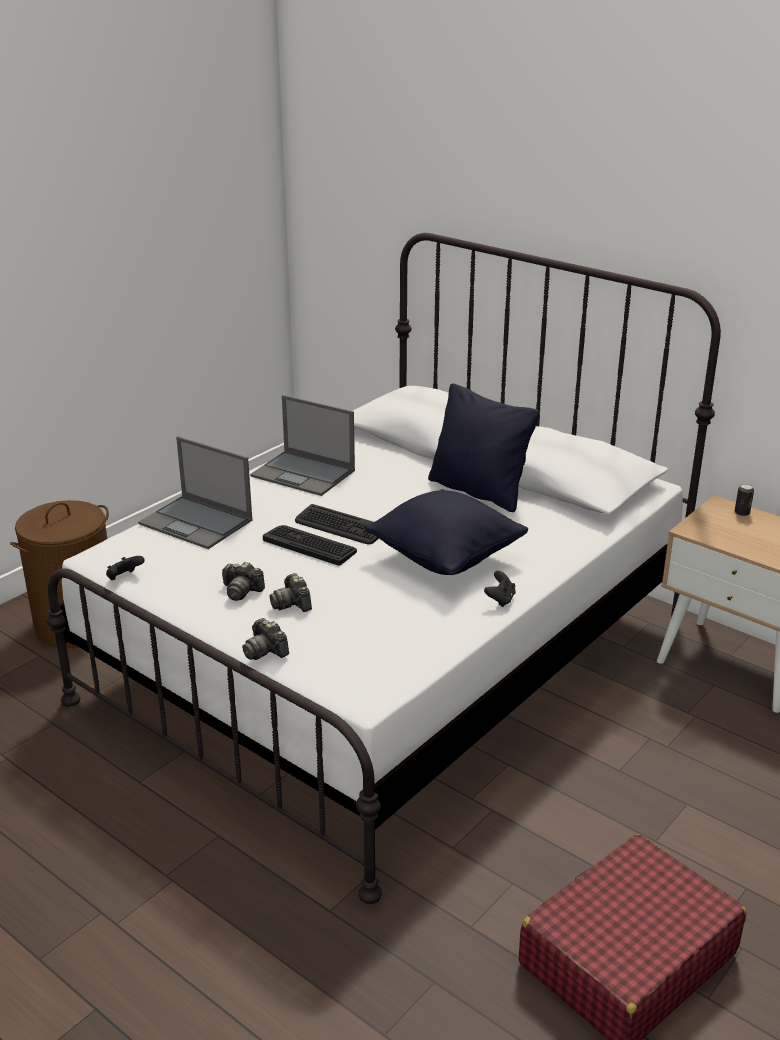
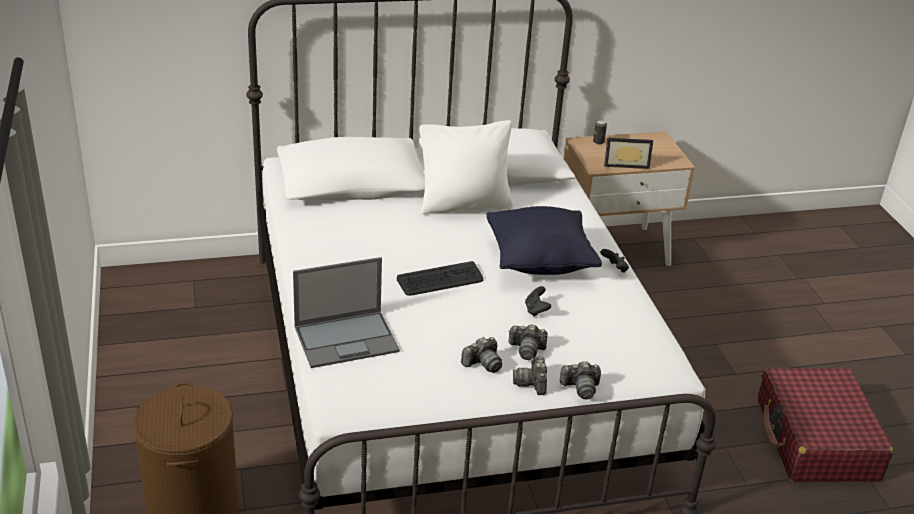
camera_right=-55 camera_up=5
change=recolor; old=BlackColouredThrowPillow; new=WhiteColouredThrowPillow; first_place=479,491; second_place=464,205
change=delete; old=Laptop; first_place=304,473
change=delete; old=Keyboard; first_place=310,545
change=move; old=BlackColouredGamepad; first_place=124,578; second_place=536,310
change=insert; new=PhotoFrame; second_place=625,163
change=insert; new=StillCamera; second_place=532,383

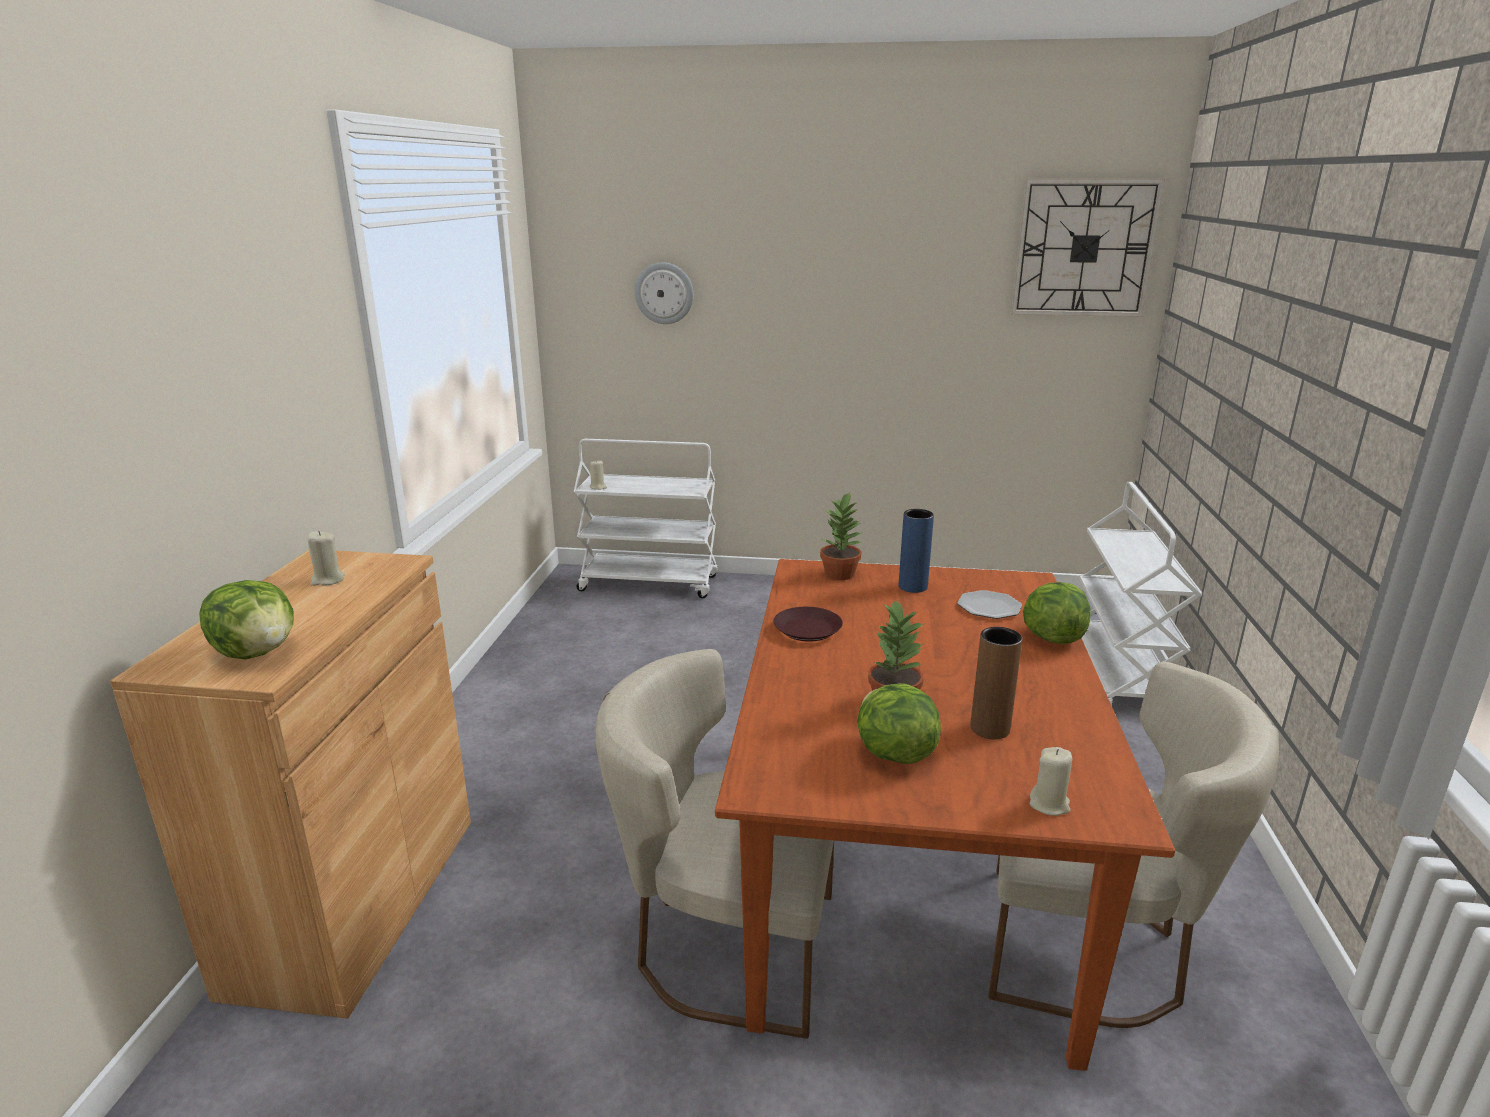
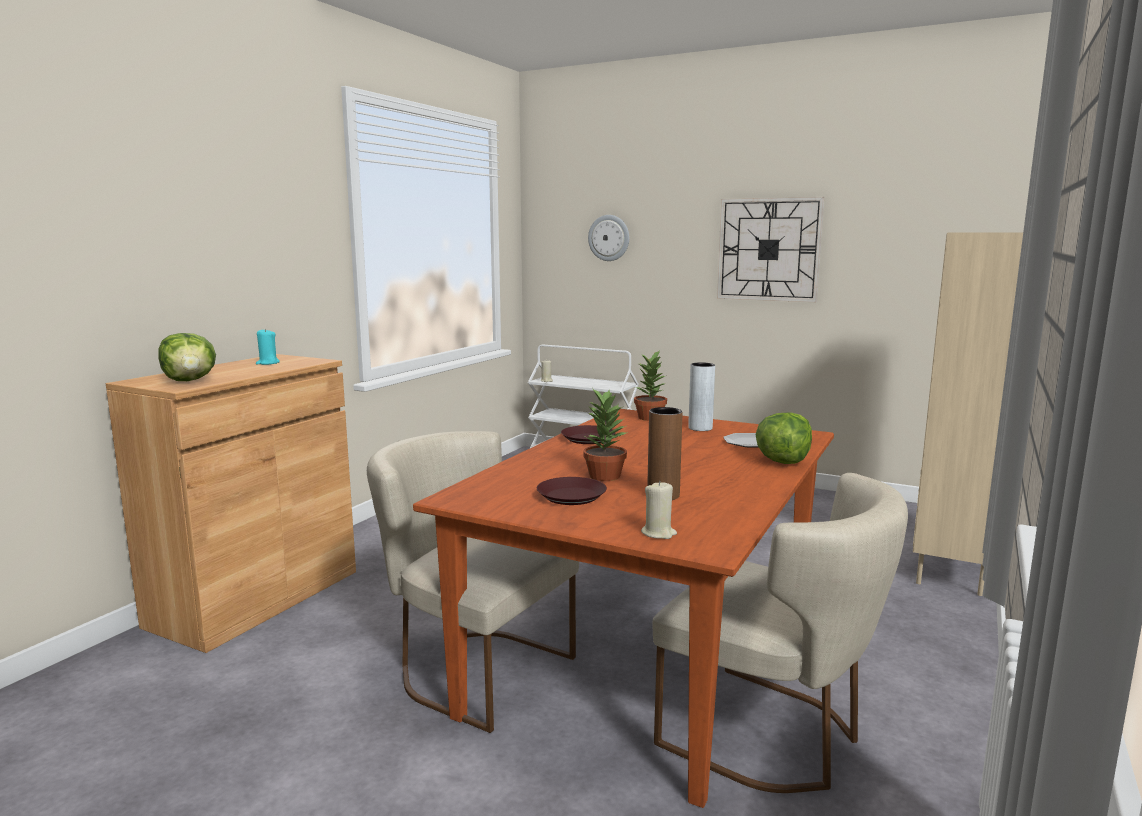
camera_right=20 camera_up=-10
change=move; old=HangingClock; first_place=1084,248; second_place=769,249
change=replace; old=WhiteColouredCart; new=BeigeColouredBookcase; first_place=1120,675; second_place=952,567
change=recolor; old=BlueVase; new=GreyishVase; first_place=913,587; second_place=700,428
change=recolor; old=BeigeColouredWaxLight; new=BlueGreenWaxLight; first_place=327,580; second_place=267,363
change=replace; old=HeadOfLettuce; new=BrownColouredPlate; first_place=893,753; second_place=571,497

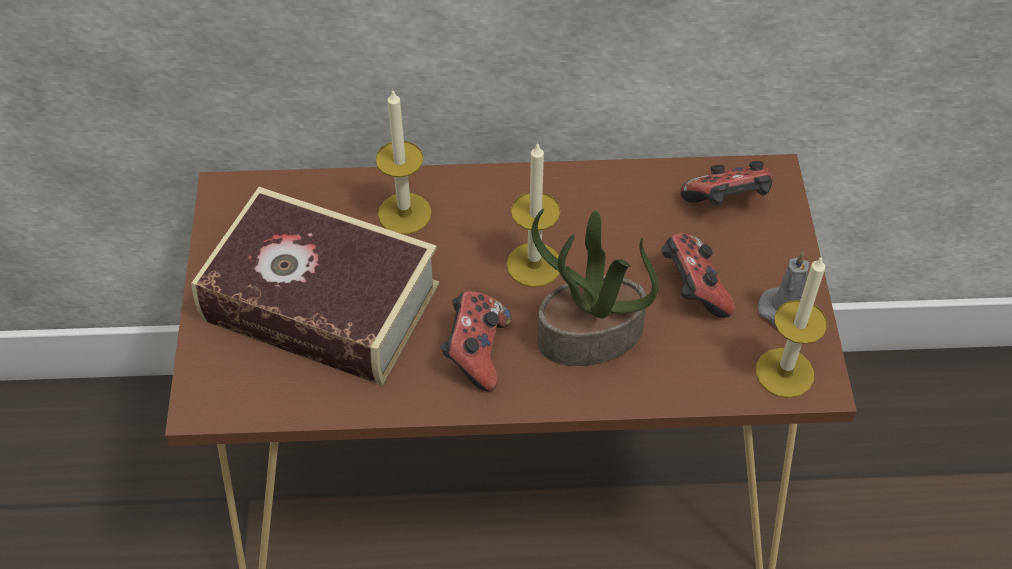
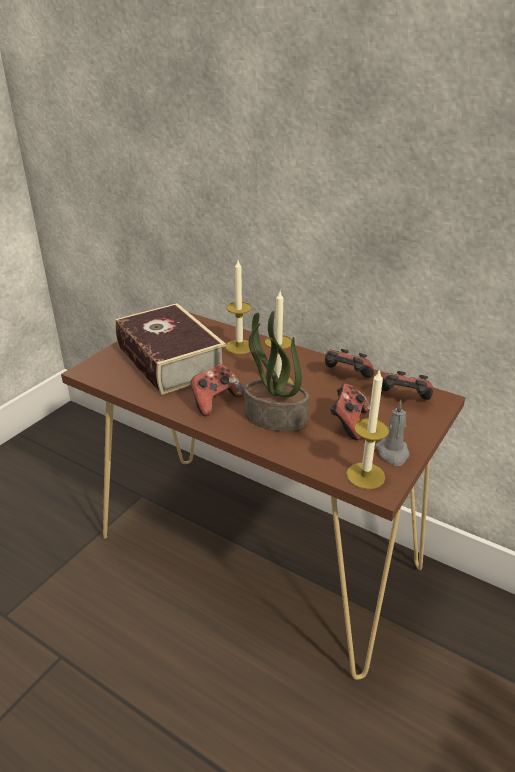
camera_right=35 camera_up=-20
change=insert; new=Gamepad; second_place=346,377

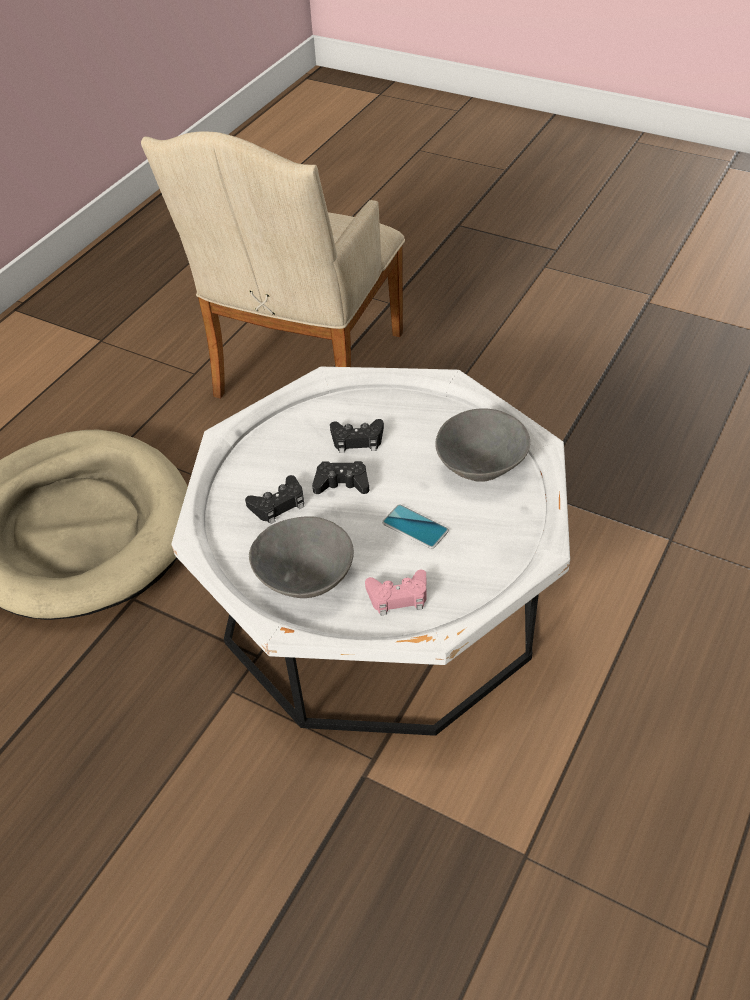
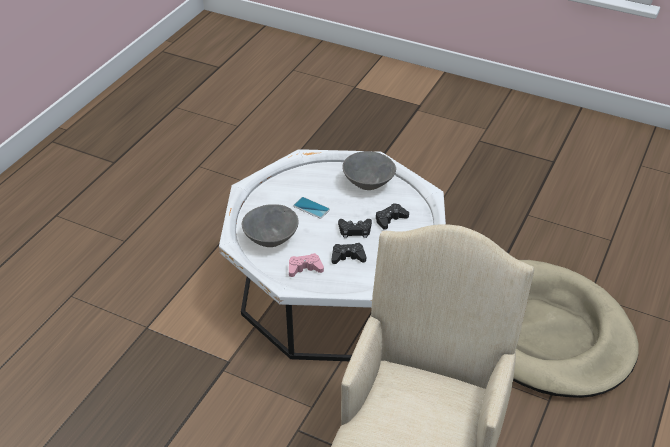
camera_right=175 camera_up=-5
change=move; old=PinkColouredGamepad; first_place=398,596; second_place=304,268

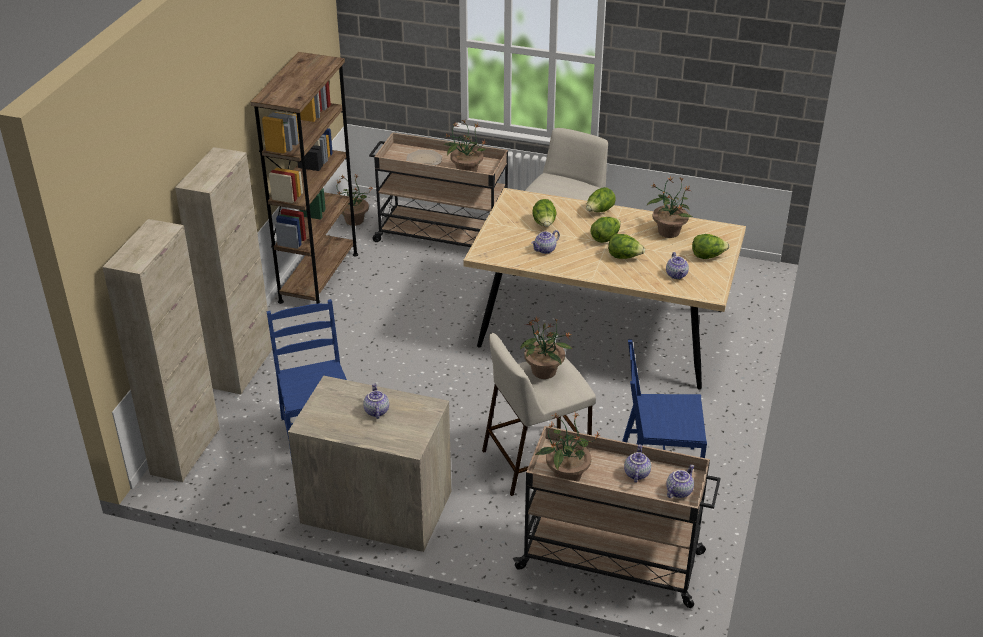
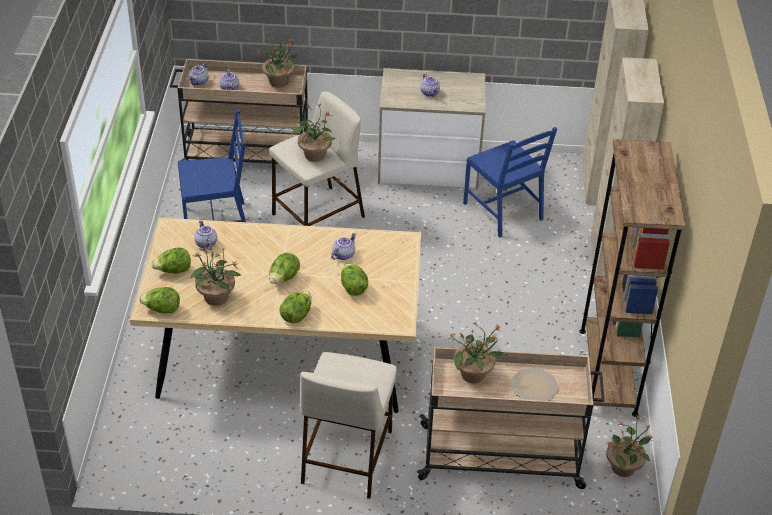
camera_right=165 camera_up=5
change=move; old=HeadOfLettuce; first_place=624,257; second_place=162,310

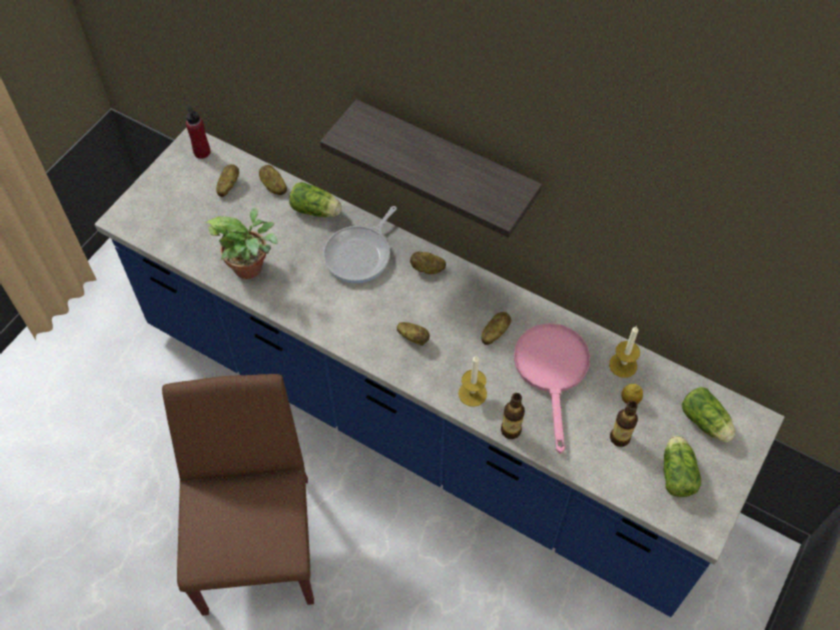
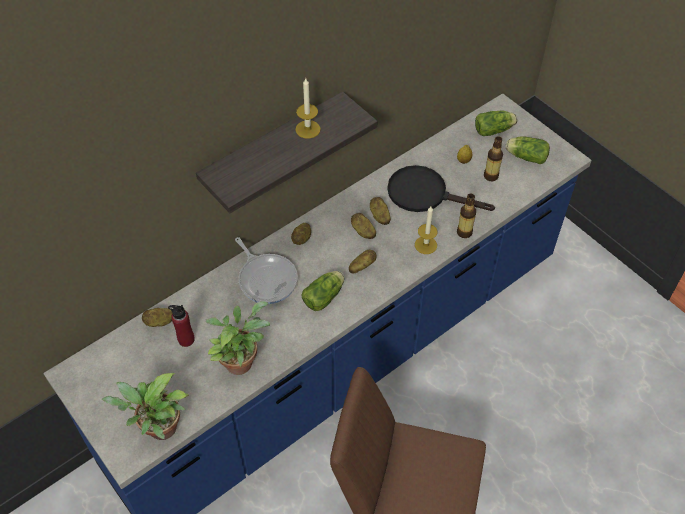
camera_right=-70 camera_up=-5
change=move; old=ReddishBeverageBottle; first_place=202,152; second_place=186,339
change=move; old=Spud; first_place=228,186; second_place=363,231
change=move; old=HeadOfLettuce; first_place=317,210; second_place=325,296
change=recolor; old=PinkColouredPan; new=BlackColouredPan; first_place=552,371; second_place=425,194
change=move; old=WaxLight; first_place=623,365; second_place=308,129
change=insert; new=Houseplant; second_place=159,429

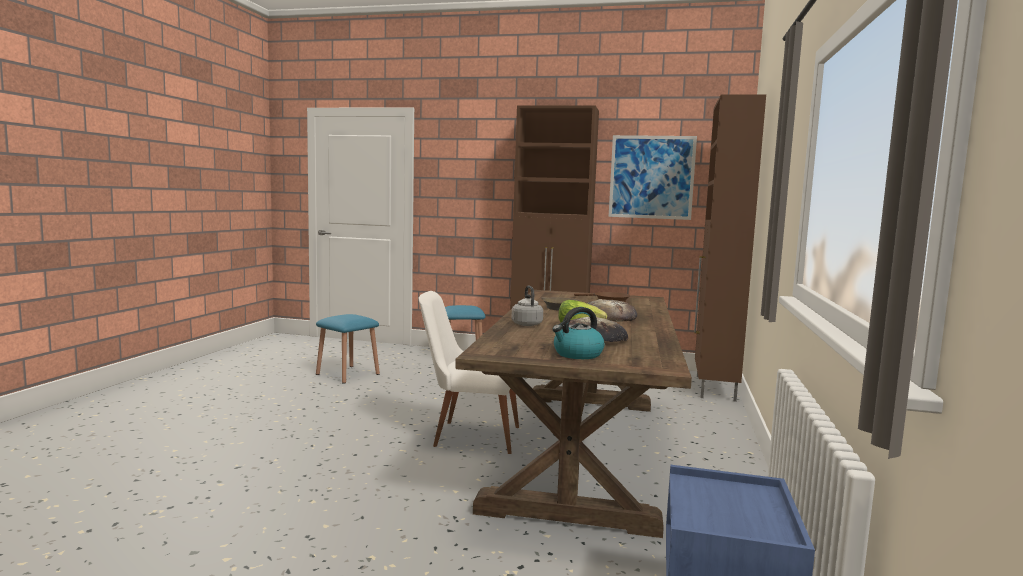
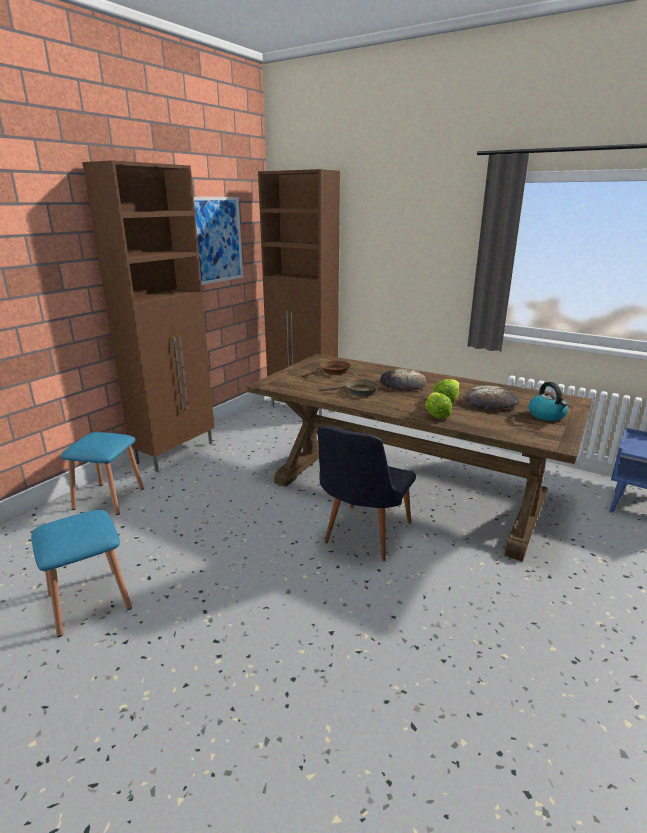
camera_right=-70 camera_up=15
change=replace; old=GreyishKettle; new=HeadOfLettuce; first_place=526,324; second_place=436,414
change=recolor; old=WhiteColouredChair; new=BlackColouredChair; first_place=467,435; second_place=362,536

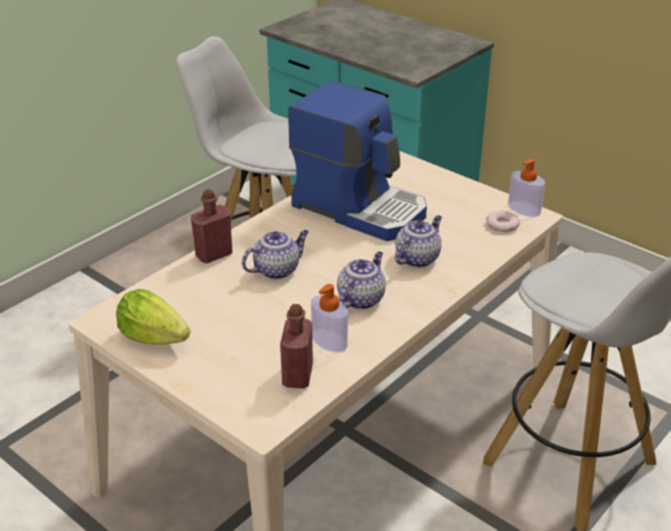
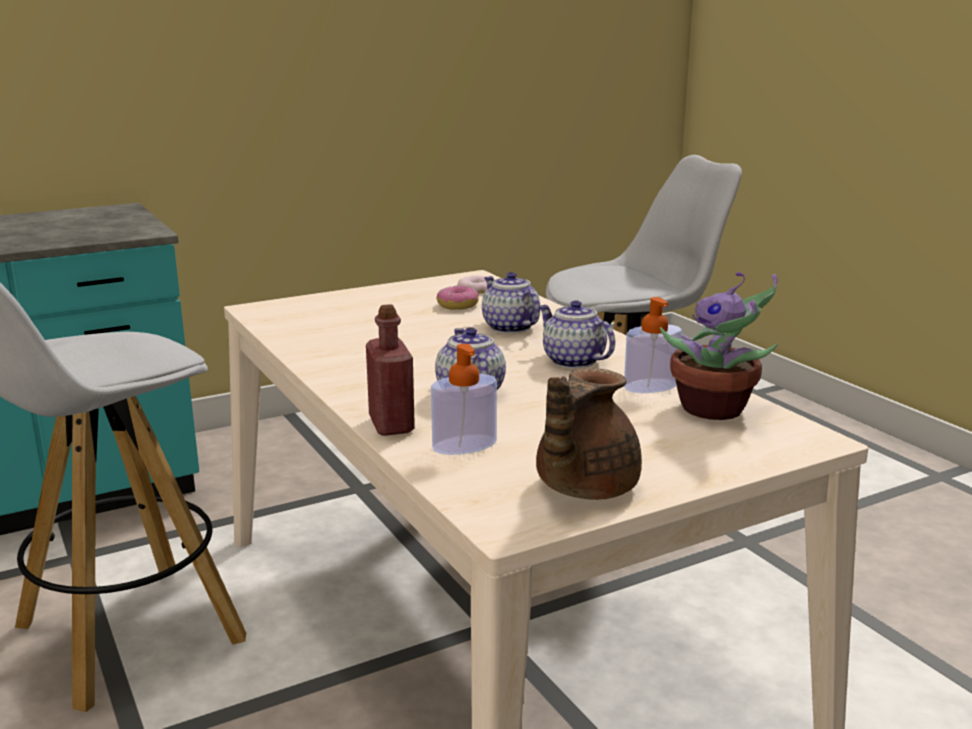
camera_right=-70 camera_up=-15
change=delete; old=CoffeeMaker; first_place=360,207
change=move; old=SoapDispenser; first_place=524,209; second_place=464,445
change=replace; old=HeadOfLettuce; new=BrownColouredPotForTea; first_place=153,337; second_place=583,488
change=replace; old=ReddishBeverageBottle; new=Houseplant; first_place=297,376; second_place=716,410
change=insert; new=RingDoughnut; second_place=457,305

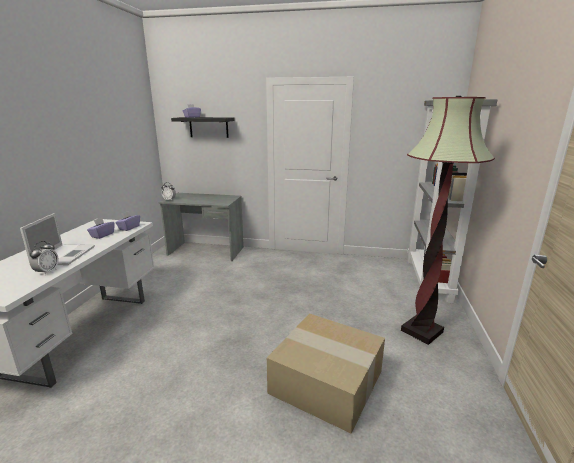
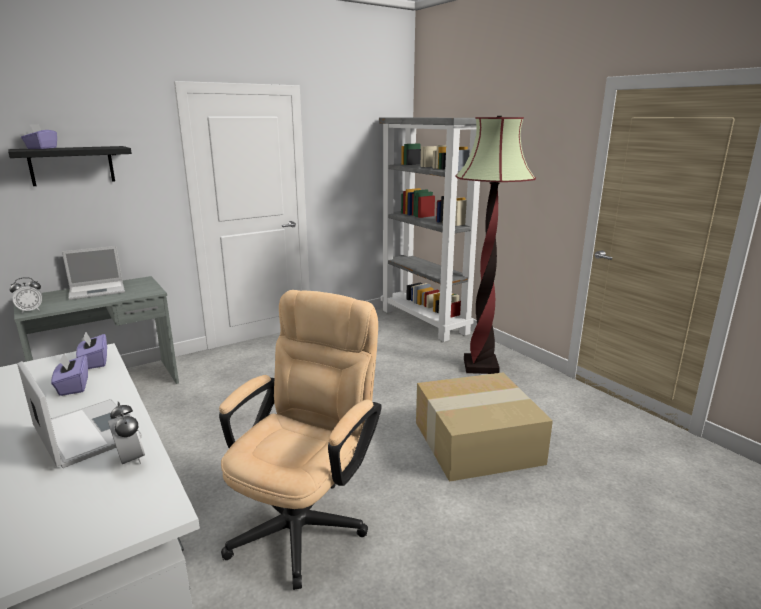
camera_right=-45 camera_up=0
change=insert; new=Laptop; second_place=98,290
change=insert; new=BeigeColouredComputerChair; second_place=305,518

